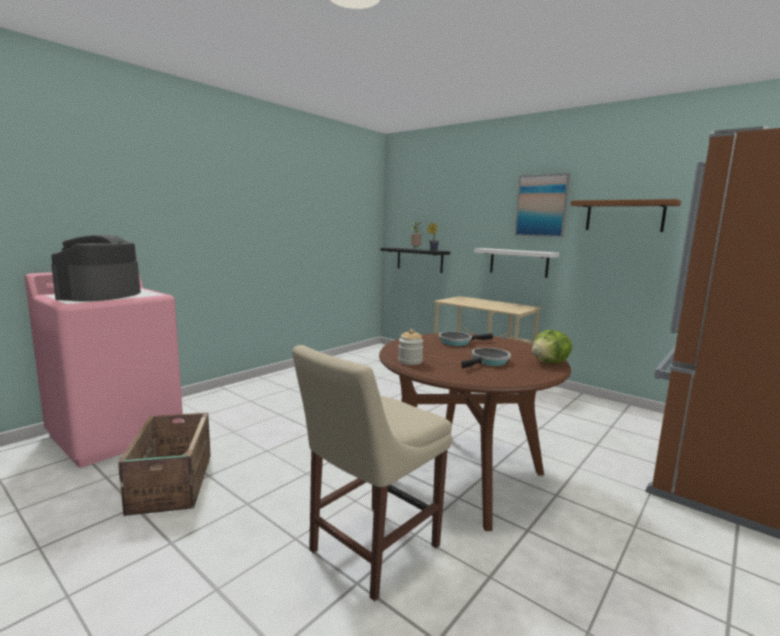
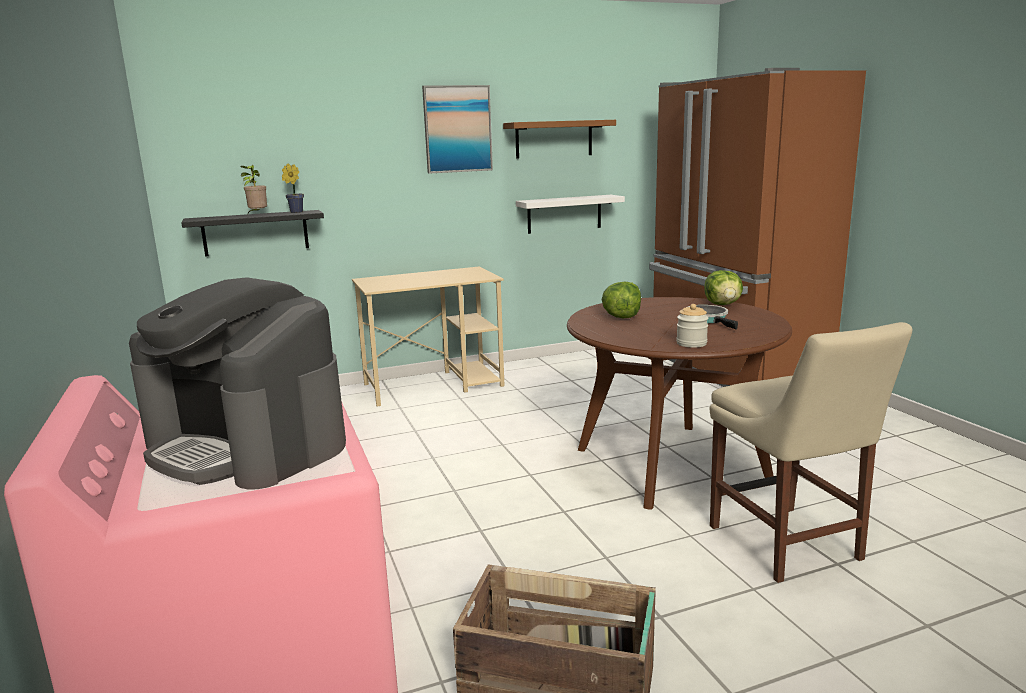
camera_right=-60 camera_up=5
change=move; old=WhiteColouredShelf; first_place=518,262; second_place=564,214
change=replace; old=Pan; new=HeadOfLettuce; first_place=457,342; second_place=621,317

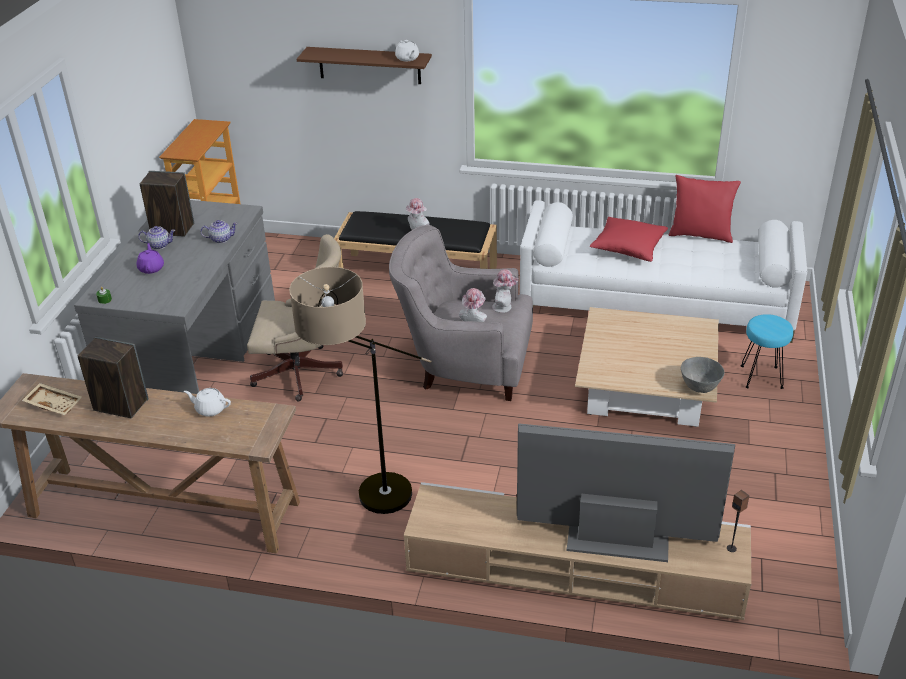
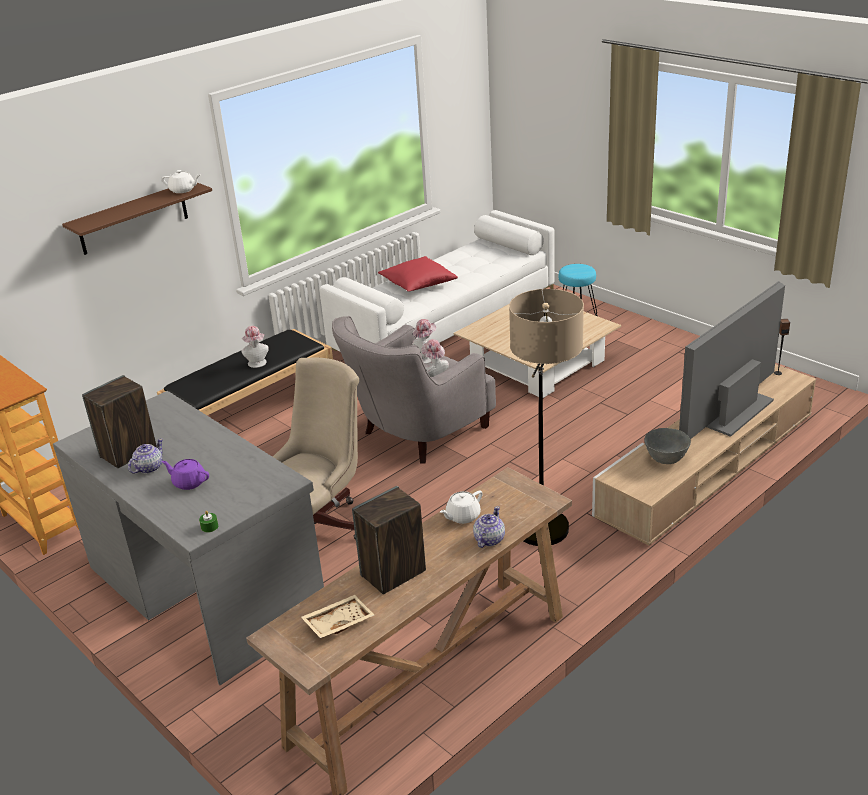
camera_right=-55 camera_up=-5
change=delete; old=ReddishThrowPillow; first_place=700,235
change=move; old=PotForTea; first_place=220,239; second_place=488,539
change=move; old=GreyishDeepDish; first_place=700,387; second_place=666,459

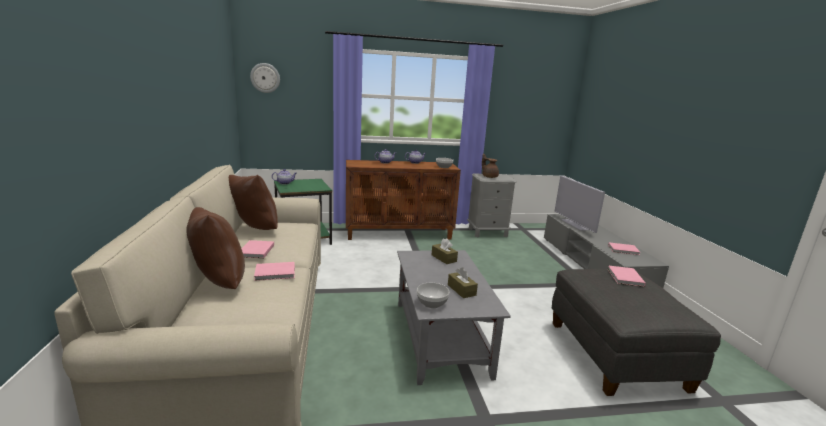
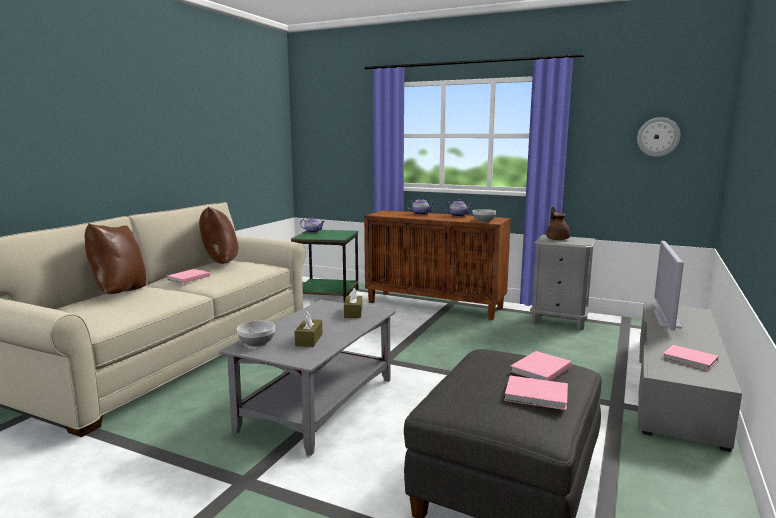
camera_right=35 camera_up=-5
change=move; old=HangingClock; first_place=265,78; second_place=658,137
change=move; old=PinkColouredBoundBook; first_place=276,273; second_place=538,396

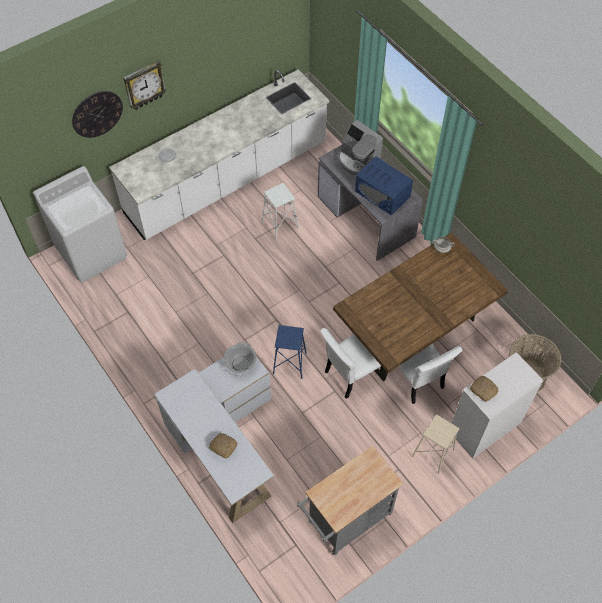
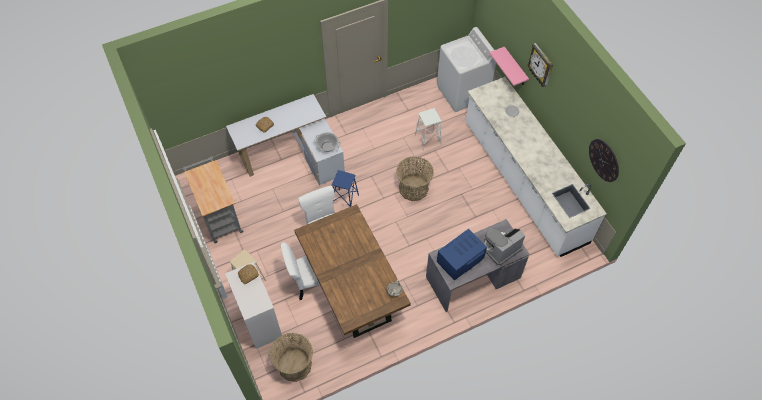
camera_right=100 camera_up=0
change=move; old=HangingClock; first_place=97,114; second_place=604,160
change=move; old=WhiteColouredSittingStool; first_place=280,225; second_place=428,140
change=insert; new=PinkColouredShelf; second_place=515,67
change=insert; new=HouseholdBasket; second_place=413,188

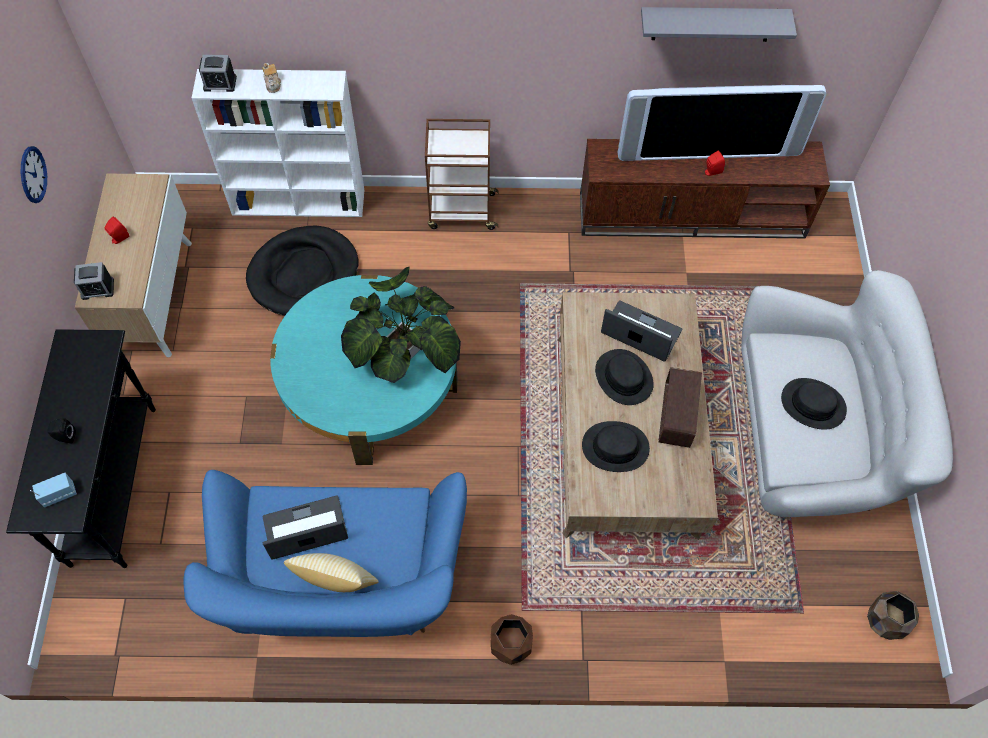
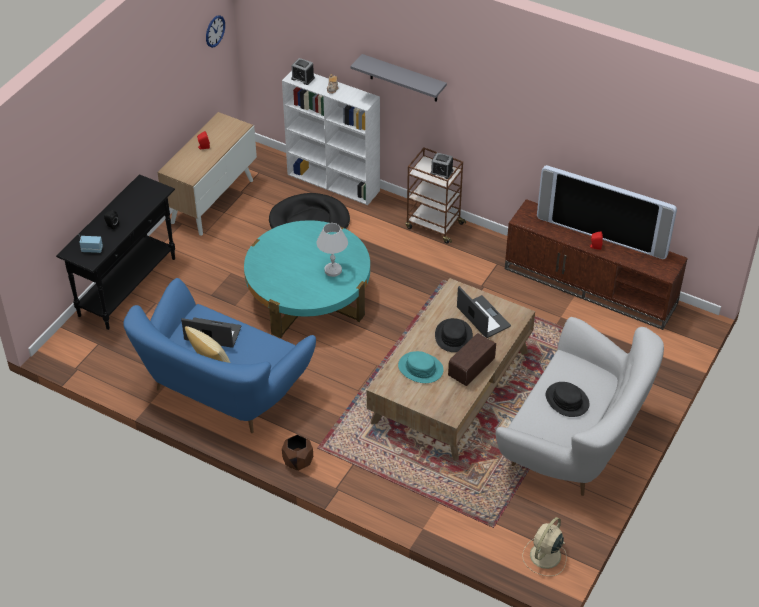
camera_right=30 camera_up=-15
change=move; old=GreyishShelf; first_place=712,24; second_place=403,78
change=move; old=HangingClock; first_place=33,174; second_place=215,31
change=move; old=TableClock; first_place=97,288; second_place=441,172
change=replace; old=Houseplant; new=WhiteColouredLampForATable; first_place=404,347; second_place=332,270
change=recolor; old=BlackColouredWearableHat; new=BlueGreenWearableHat; first_place=615,447; second_place=420,368
change=replace; old=BrownColouredFlowerPot; new=BeigeColouredFan; first_place=885,622; second_place=544,556

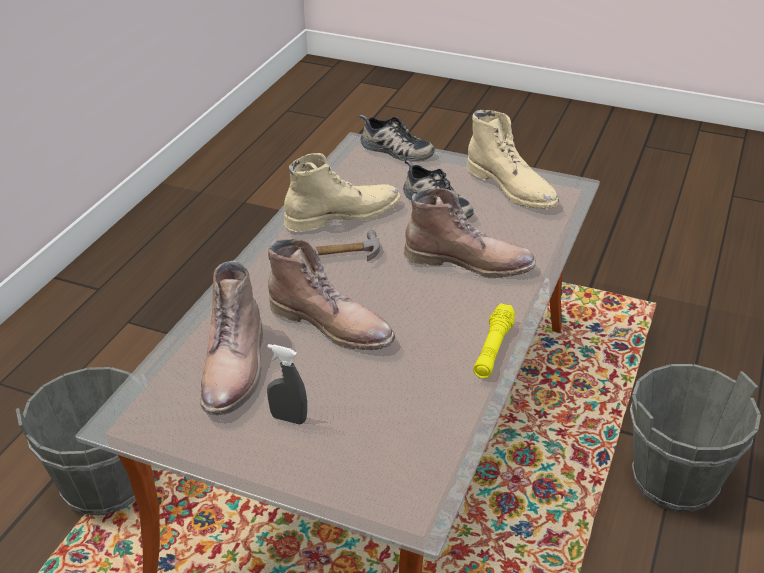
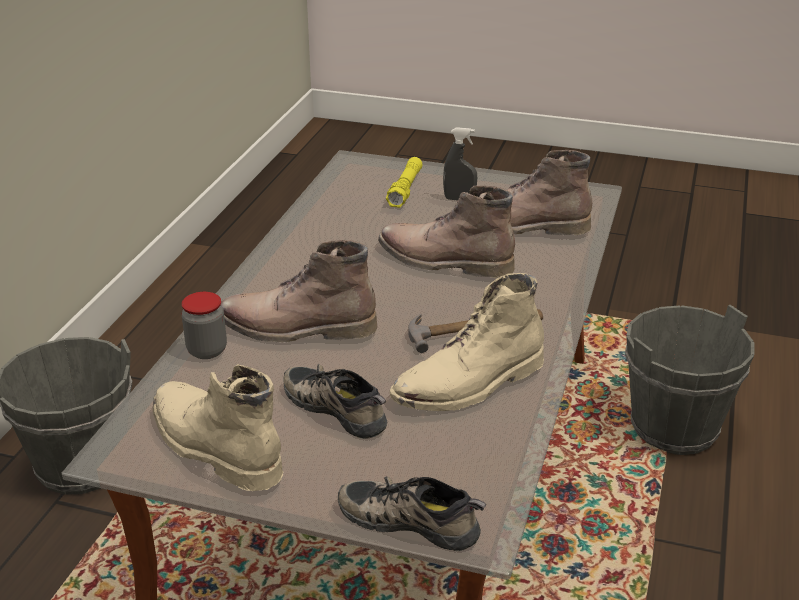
camera_right=175 camera_up=-5
change=rotate; old=BrownColouredHighTopBoot; first_place=235,369; second_place=520,225; degrees=-75
change=move; old=YellowColouredFlashlight; first_place=493,349; second_place=405,189
change=insert; new=StorageJar; second_place=207,350

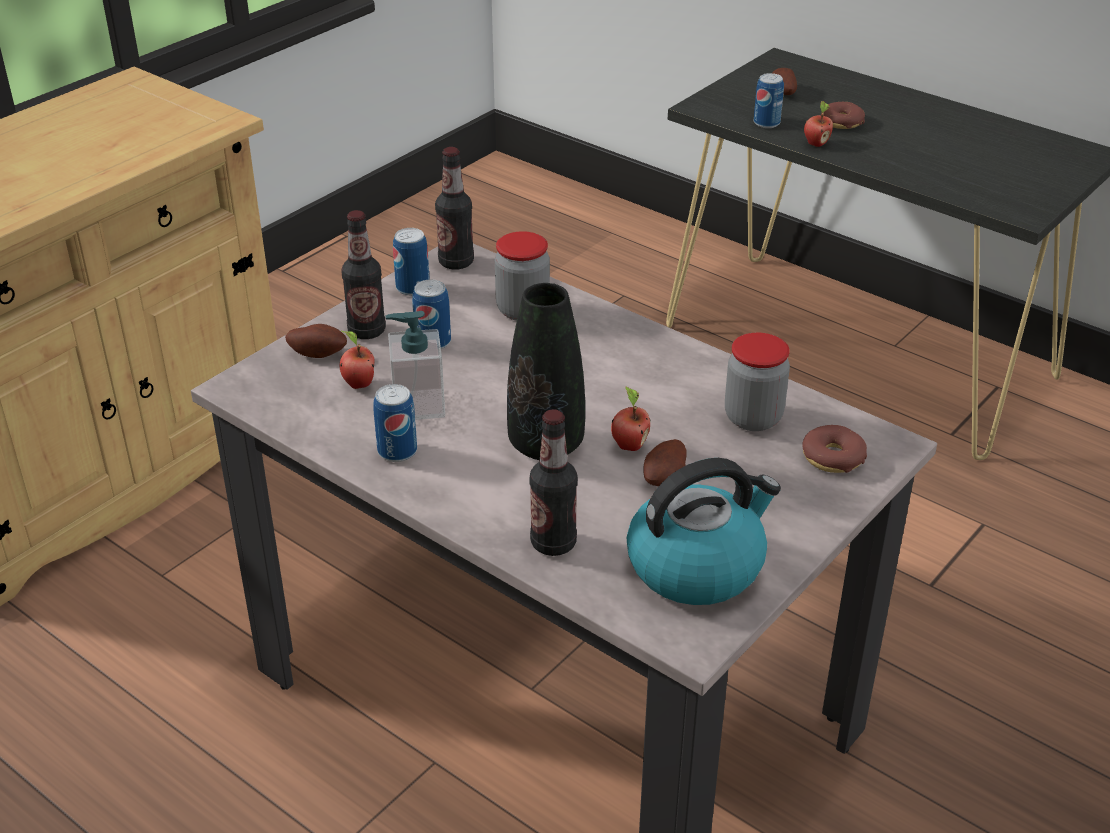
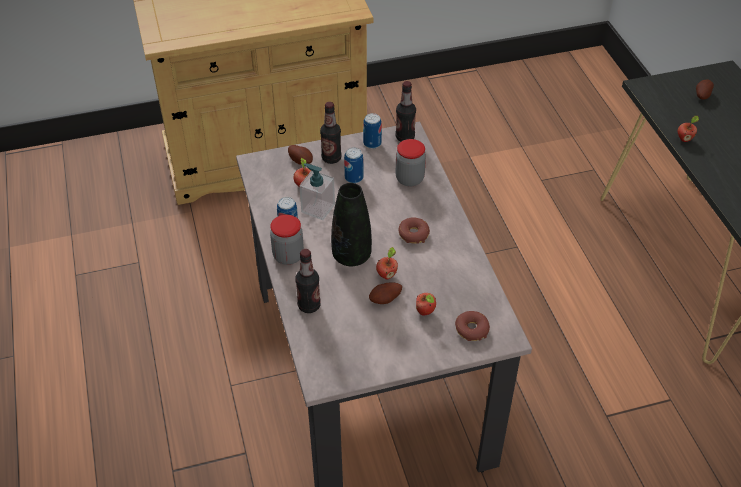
camera_right=35 camera_up=10
change=delete; old=MetalCan; first_place=766,123
change=move; old=RingDoughnut; first_place=841,122; second_place=413,234
change=move; old=StorageJar; first_place=753,418; second_place=288,256
change=delete; old=Kettle; first_place=697,565
change=insert; new=AppleFruit; second_place=426,312

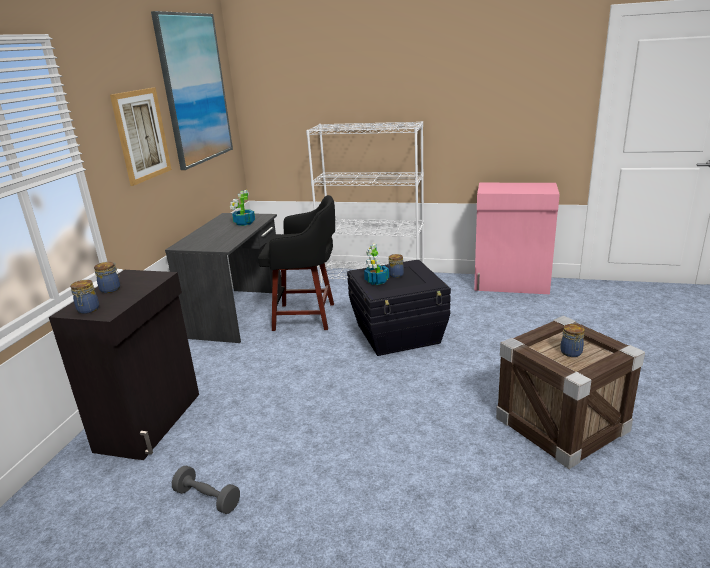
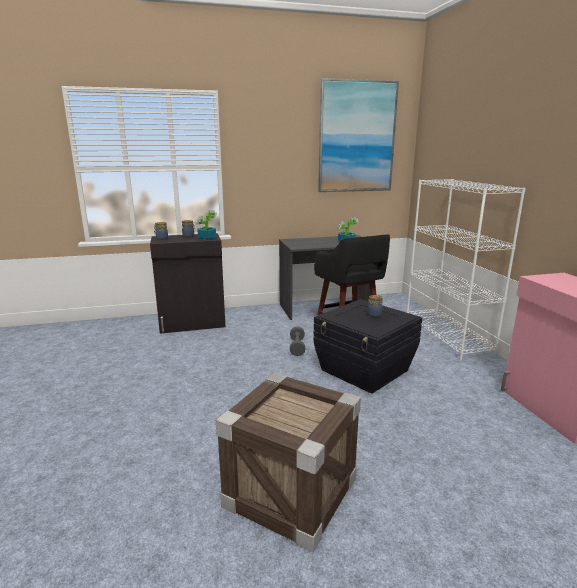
camera_right=60 camera_up=-5
change=delete; old=WallPicture; first_place=142,135
change=move; old=Houseplant; first_place=376,281; second_place=206,238
change=delete; old=StorageJar; first_place=571,353
change=move; old=GreyishFreeWeight; first_place=207,499; second_place=297,347

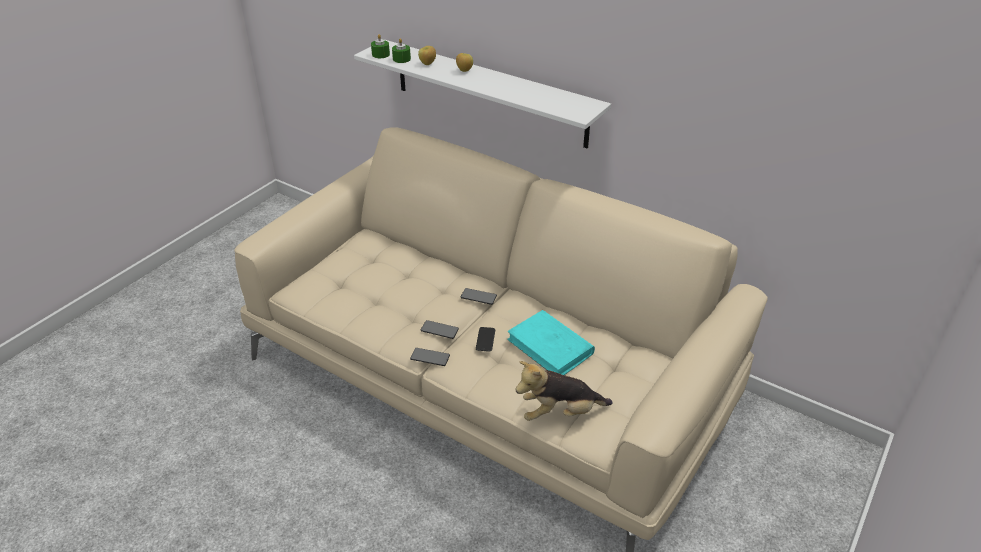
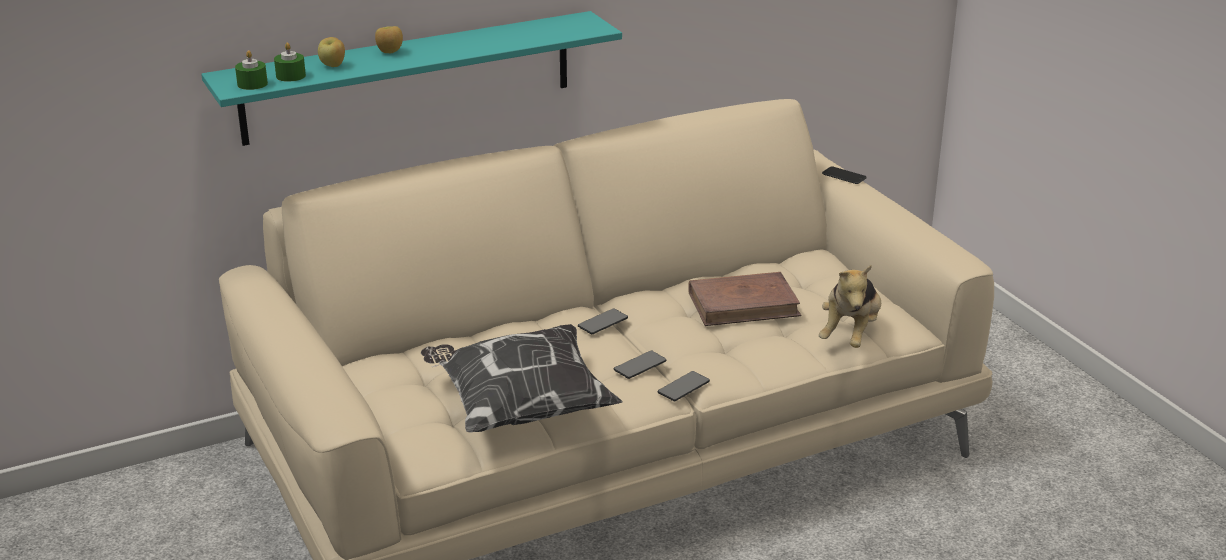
camera_right=-60 camera_up=-10
change=recolor; old=WhiteColouredShelf; new=BlueGreenShelf; first_place=489,93; second_place=408,77
change=recolor; old=BlueGreenBoundBook; new=BrownColouredBoundBook; first_place=550,347; second_place=744,304
change=move; old=Telephone; first_place=485,339; second_place=844,176
change=insert; new=ThrowPillow; second_place=519,407

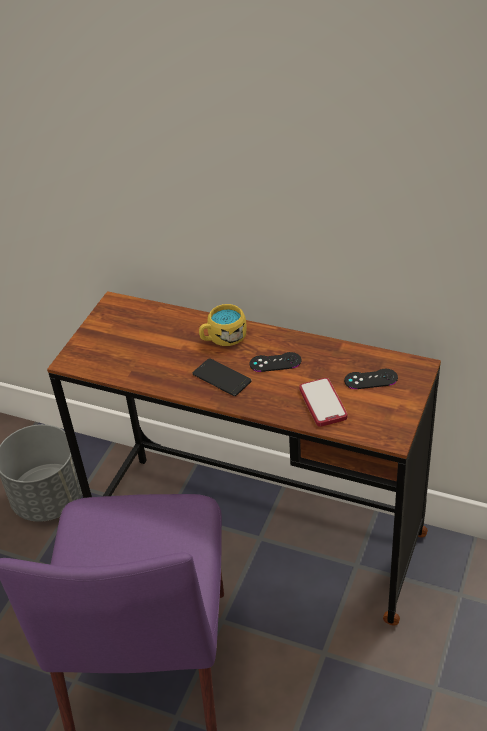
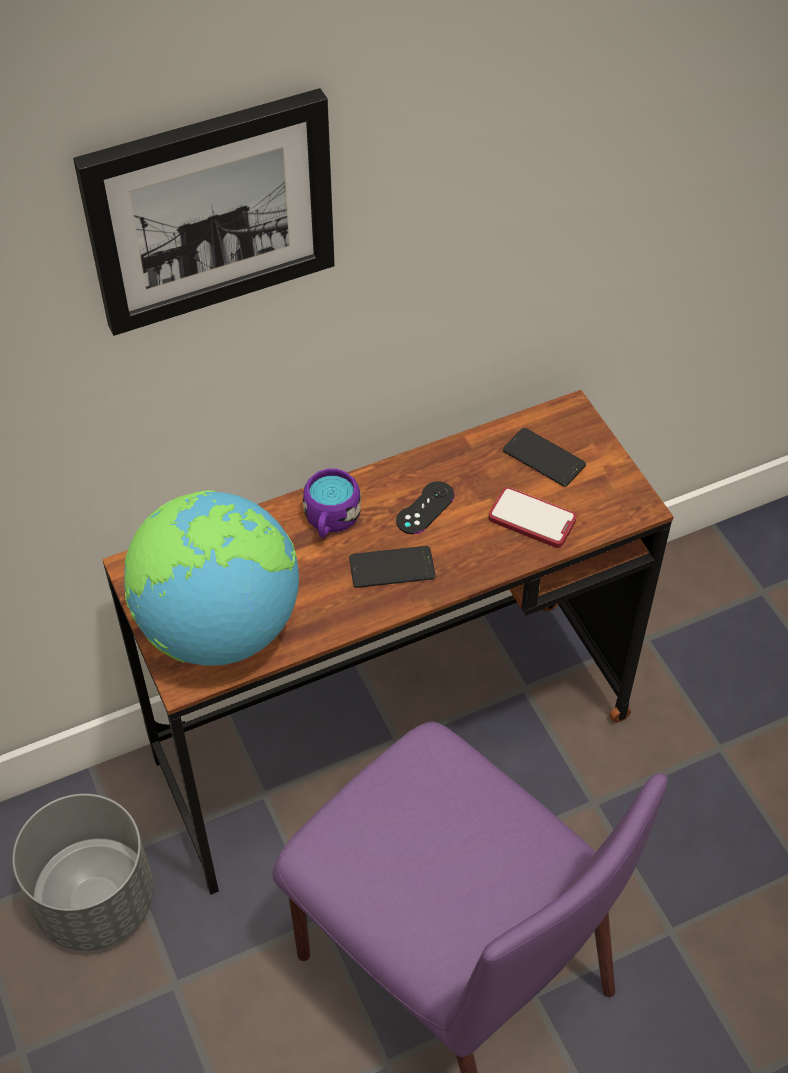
camera_right=-50 camera_up=10
change=recolor; old=YellowColouredTeaMug; new=PurplishTeaMug; first_place=223,338; second_place=330,520
change=replace; old=BlackColouredGamepad; new=Telephone; first_place=371,379; second_place=544,458
change=insert; new=WallPicture; second_place=210,210
change=insert; new=Globe; second_place=218,627

